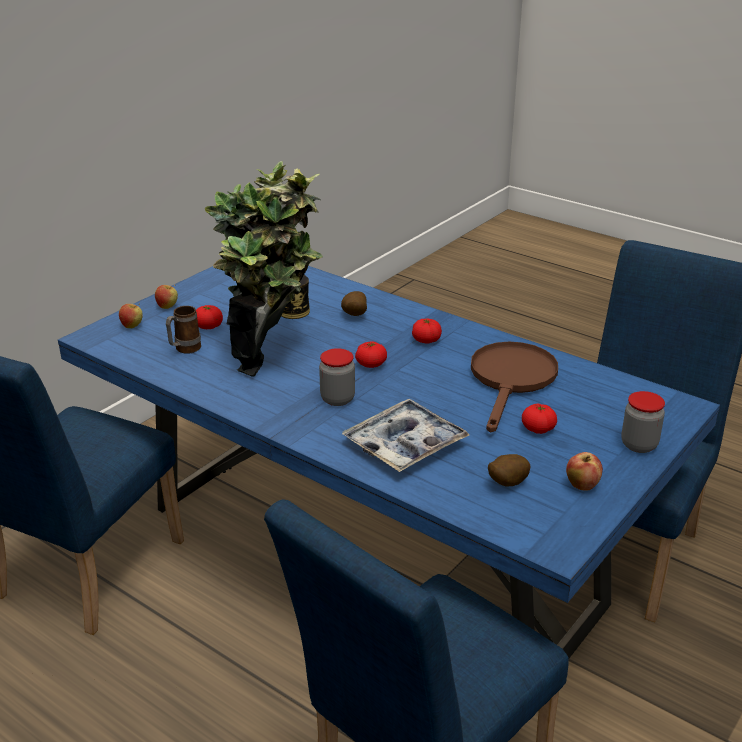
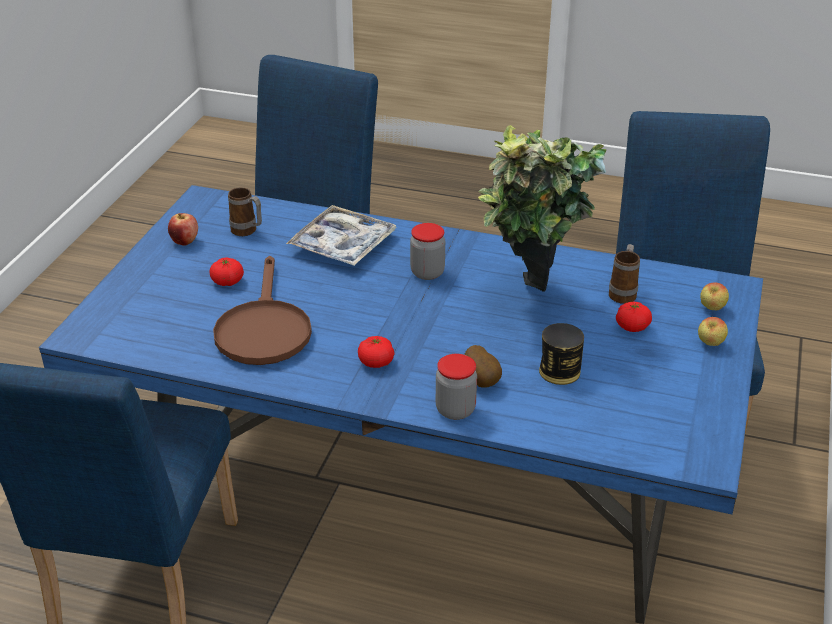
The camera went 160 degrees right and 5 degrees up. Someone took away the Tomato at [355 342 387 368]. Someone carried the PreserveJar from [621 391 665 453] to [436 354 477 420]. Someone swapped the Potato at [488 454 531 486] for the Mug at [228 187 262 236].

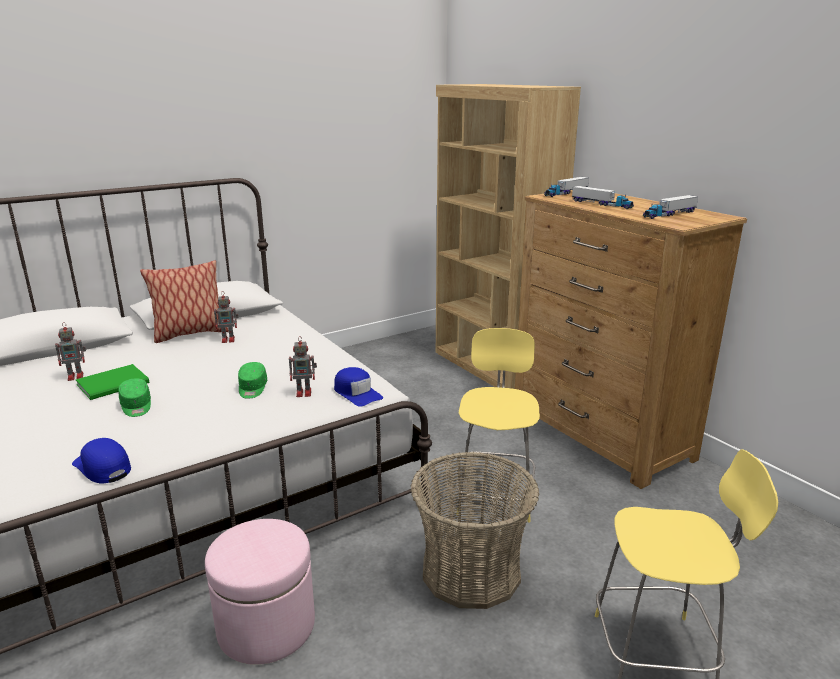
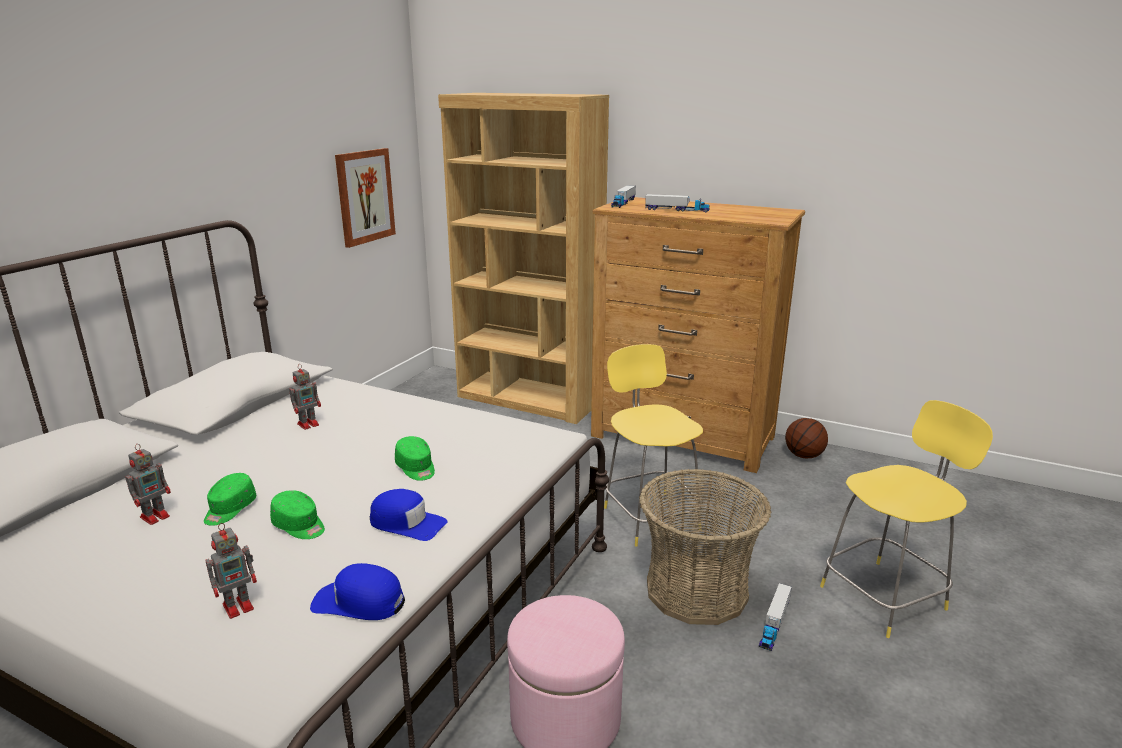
The camera went 30 degrees left and 0 degrees up. Someone carried the ToyLorry from [643 195 698 219] to [759 583 792 651]. Someone took away the ThrowPillow at [140 260 229 343]. Someone carried the ModelRobot from [289 336 317 397] to [205 523 257 619]. Someone swapped the GreenBook at [76 364 149 400] for the GreenBaseballCap at [204 473 257 526]. Someone carried the BlueBaseballCap from [334 367 383 407] to [370 489 448 541]. Someone put up the Picture at [335 148 396 248]. Someone put down the BasketballBall at [785 418 828 458].

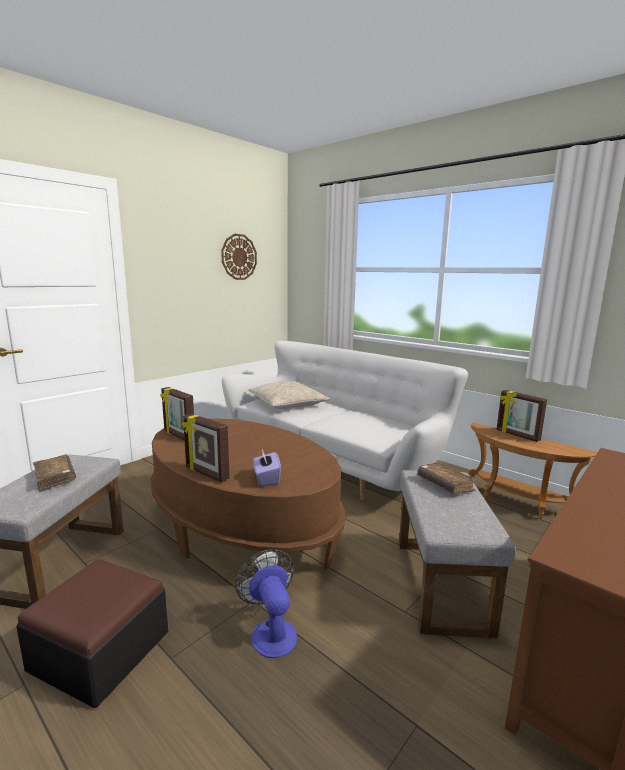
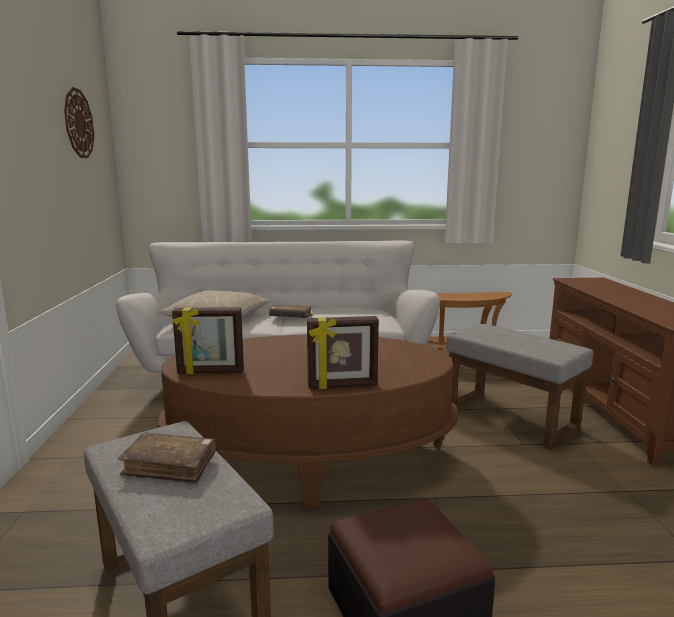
The camera went 45 degrees left and 0 degrees up. Someone took away the PictureFrame at [496 390 547 442]. Someone took away the PurplishTissueBox at [253 449 281 486]. Someone carried the BrownBook from [417 462 477 495] to [269 305 313 318]. Someone took away the CoolingFan at [235 549 297 658].

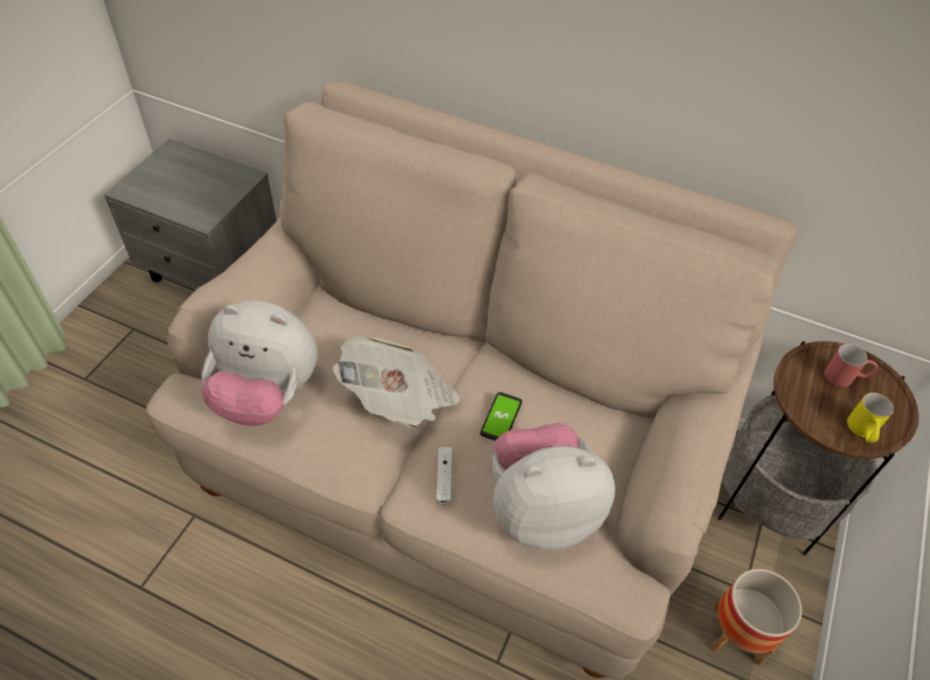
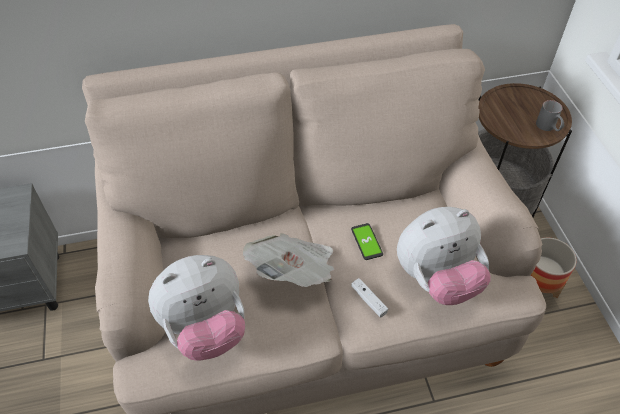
The camera went 35 degrees left and 0 degrees up. Someone took away the RedMug at [824 344 878 387]. Someone repainted the YellowColouredMug at [847 392 894 443], which became the GreyMug at [536 100 564 131]. Someone rotated the SoftToy at [492 423 615 550] by 150 degrees counterclockwise.

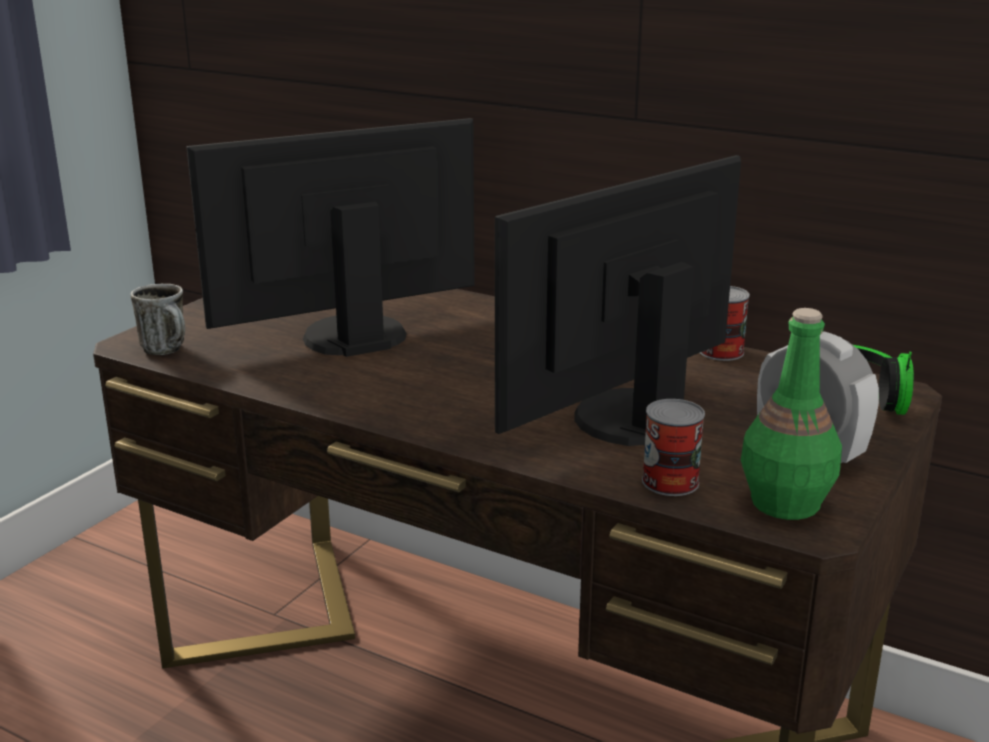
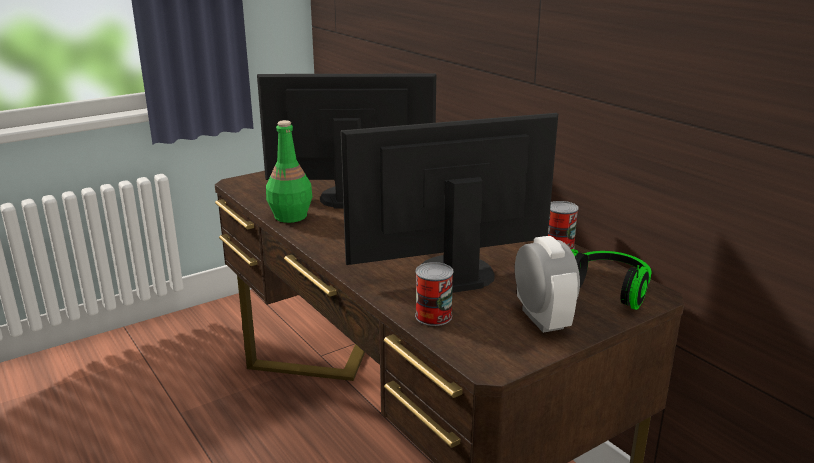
The camera went 25 degrees right and 0 degrees up. Someone took away the Mug at [131 284 185 355]. Someone carried the GreenDrinkBottle from [741 308 842 520] to [266 120 313 223].

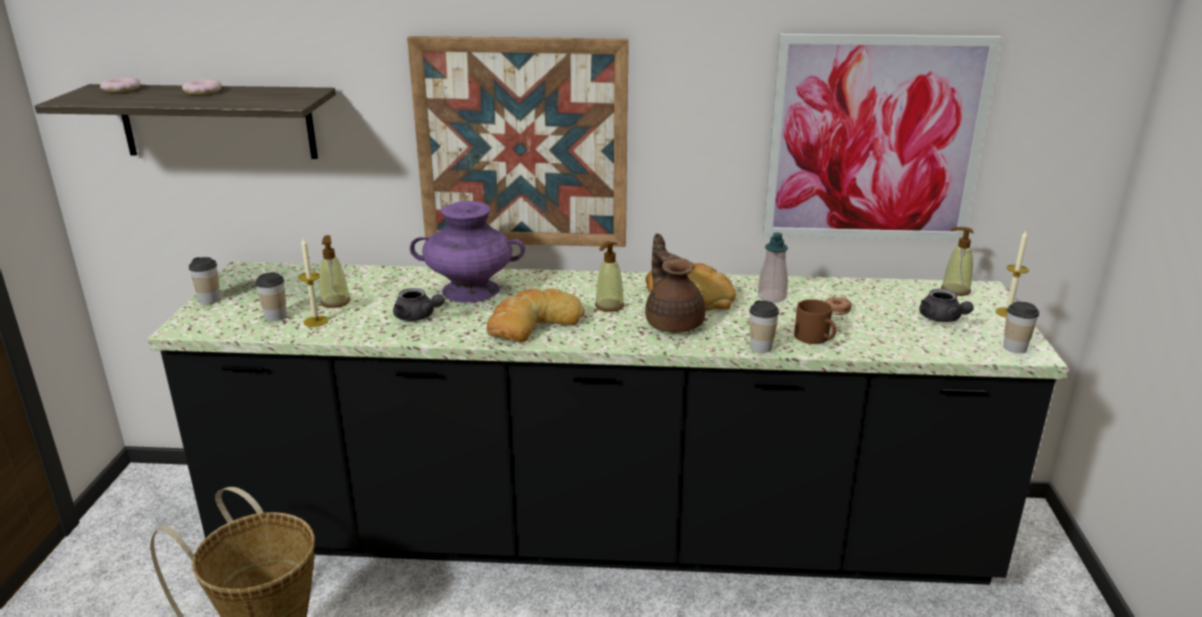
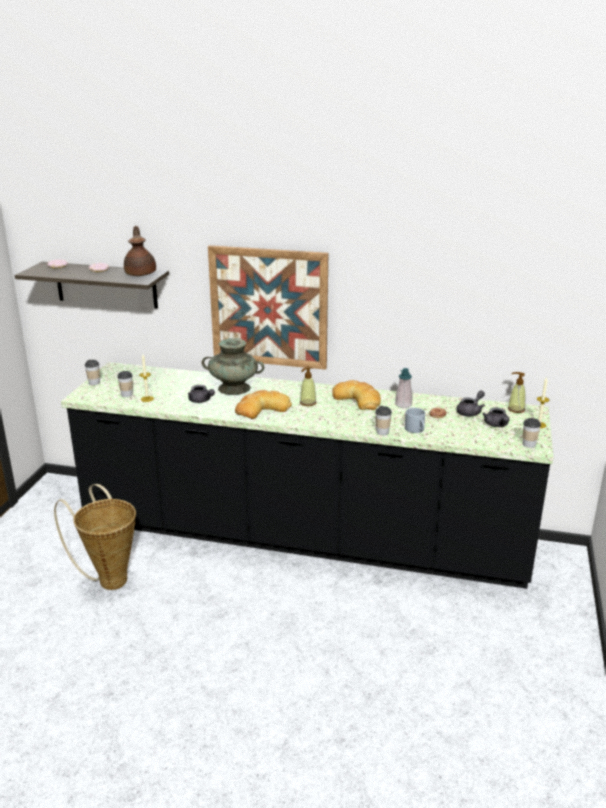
The camera went 10 degrees right and 0 degrees up. Someone took away the Picture at [763 34 1002 240]. Someone repainted the PurplishFlowerVase at [410 201 525 303], which became the TurquoiseFlowerVase at [202 338 264 395]. Someone carried the BrownPotForTea from [645 234 706 333] to [124 226 156 276]. Someone took away the LiquidSoapBottle at [319 235 351 308]. Someone repainted the BrownMug at [794 299 836 344], which became the GreyMug at [405 408 425 433]. Someone put down the GreyPotForTea at [456 391 485 416].

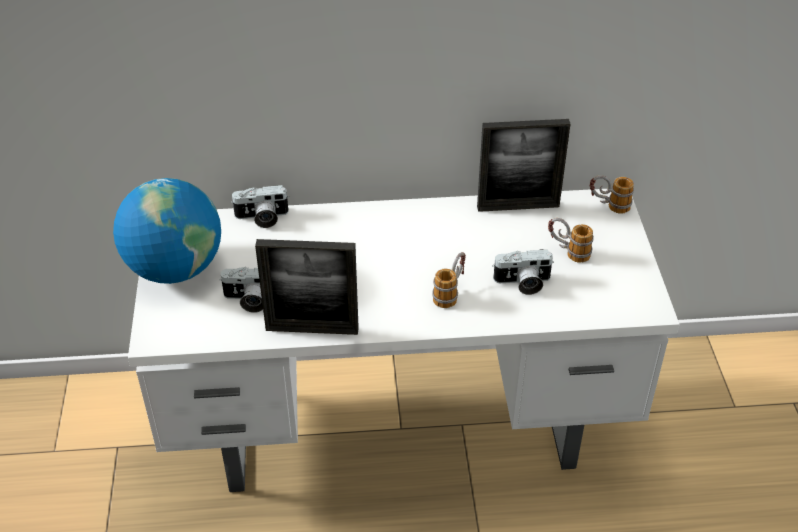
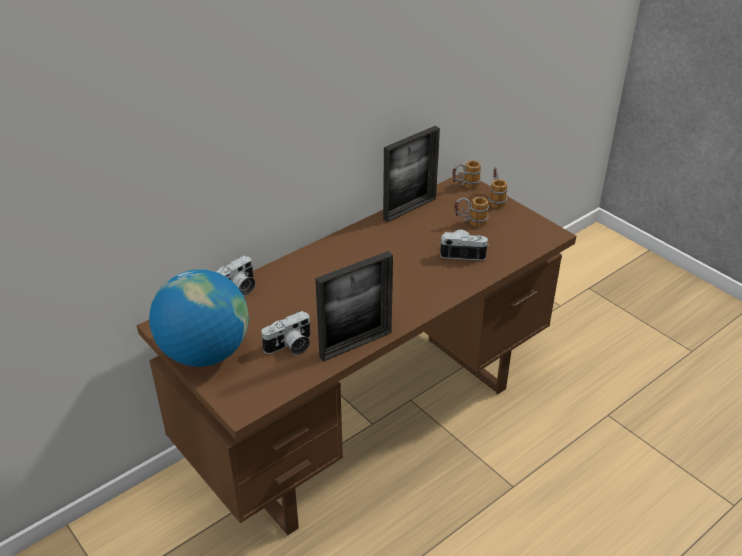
The camera went 35 degrees left and 5 degrees down. Someone repainted the WhiteColouredDeskTable at [128 189 680 492], which became the BrownDeskTable at [137 172 576 535]. Someone rotated the PhotoCamera at [492 249 554 295] by 135 degrees counterclockwise. Someone carried the Mug from [432 252 466 308] to [488 167 508 208].

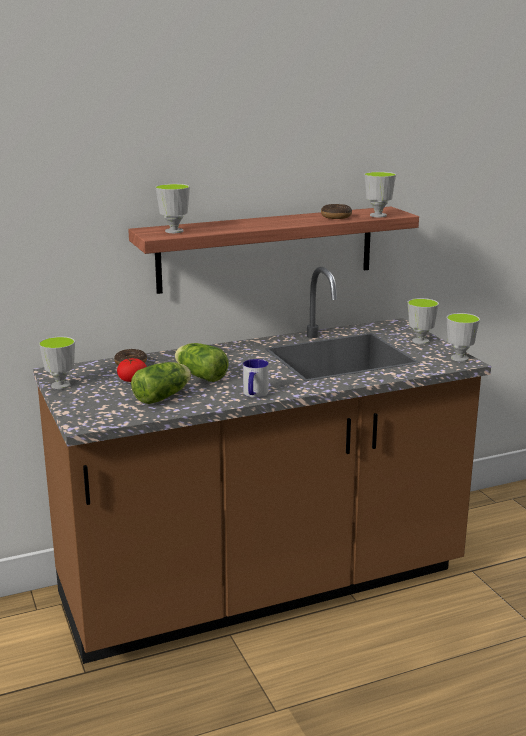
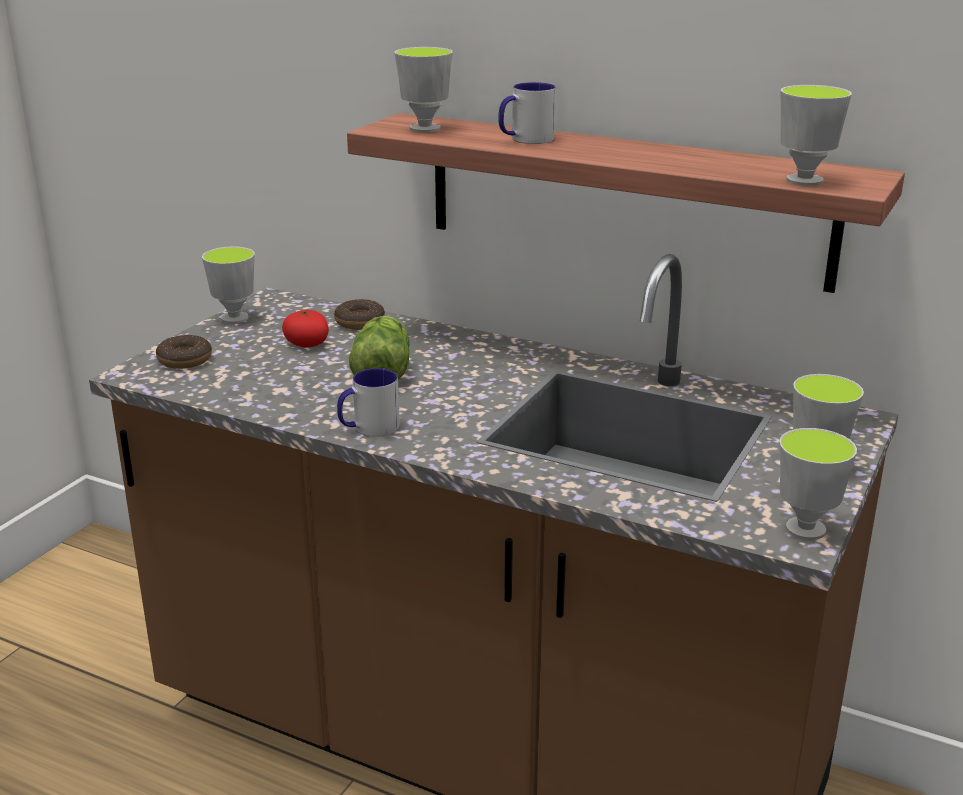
The camera went 50 degrees right and 5 degrees up. Someone carried the Donut from [321 204 352 219] to [156 335 212 369]. Someone took away the Lettuce at [131 362 191 404]. Someone put down the Mug at [498 82 556 144].

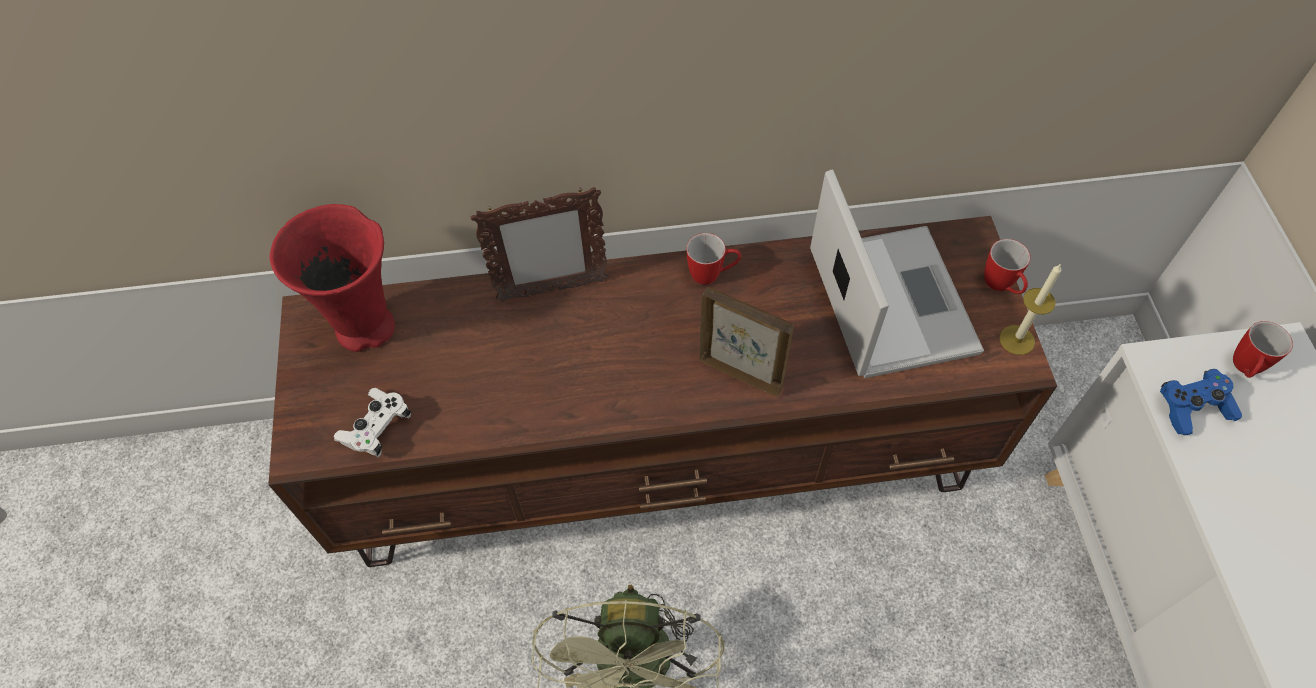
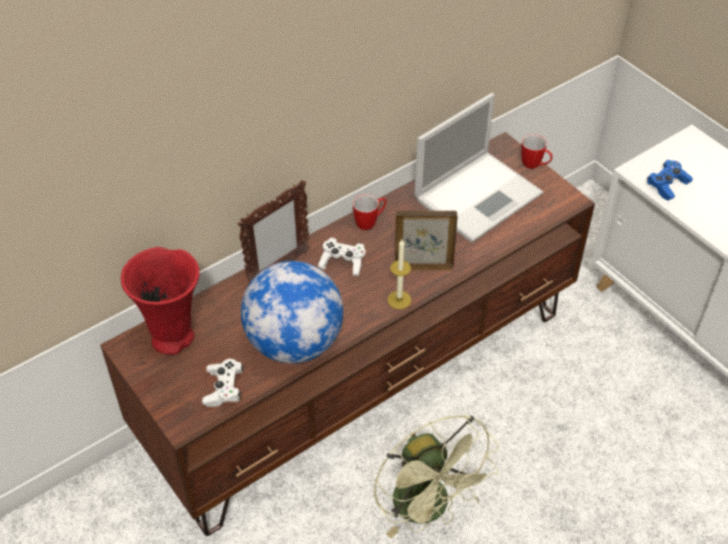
The camera went 30 degrees left and 10 degrees down. Someone rotated the PortableComputer at [810 169 984 378] by 90 degrees clockwise. Someone carried the WaxLight from [999 263 1061 355] to [388 240 411 309]. Someone took away the Mug at [1233 321 1293 378]. Someone put down the WhiteColouredJoypad at [318 238 366 276]. Someone put down the Globe at [241 261 343 363].

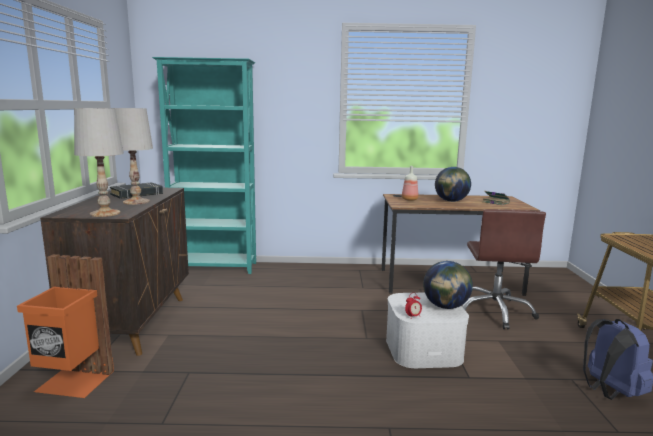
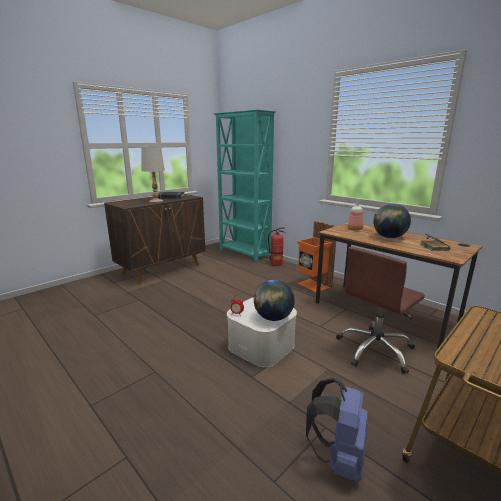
The camera went 45 degrees right and 5 degrees up. Someone took away the WhiteColouredLampForATable at [74 108 124 217]. Someone carried the OrangeColouredWasteBin from [17 254 114 398] to [297 221 336 292]. Someone put down the FireFightingCylinder at [268 227 286 266].

